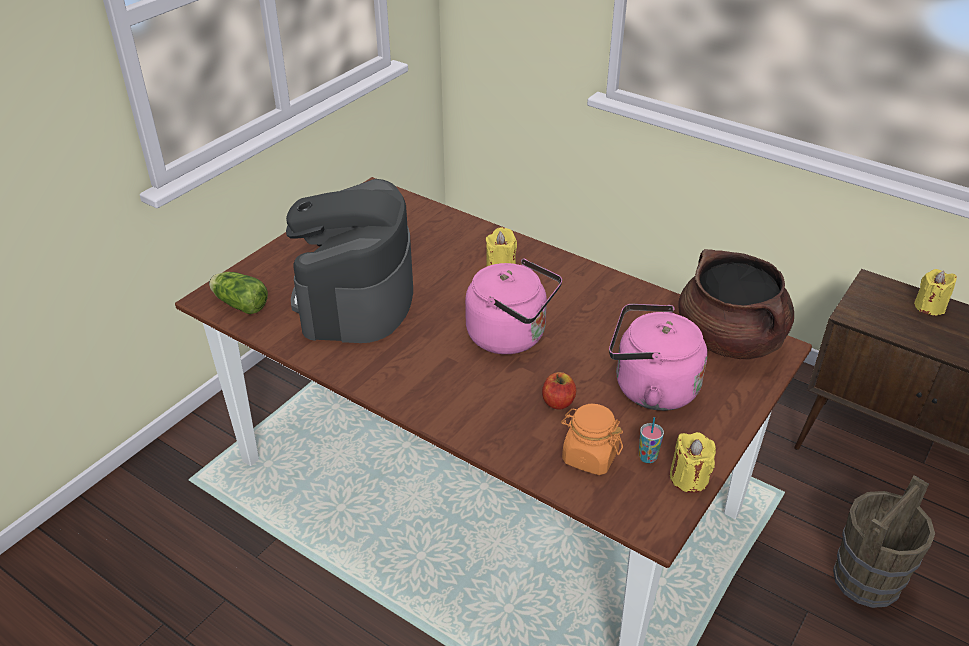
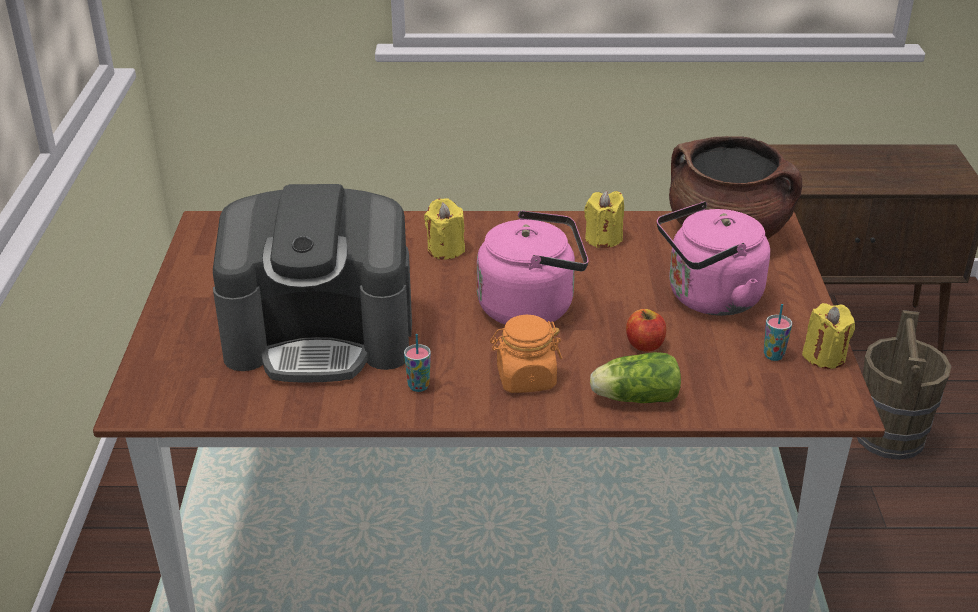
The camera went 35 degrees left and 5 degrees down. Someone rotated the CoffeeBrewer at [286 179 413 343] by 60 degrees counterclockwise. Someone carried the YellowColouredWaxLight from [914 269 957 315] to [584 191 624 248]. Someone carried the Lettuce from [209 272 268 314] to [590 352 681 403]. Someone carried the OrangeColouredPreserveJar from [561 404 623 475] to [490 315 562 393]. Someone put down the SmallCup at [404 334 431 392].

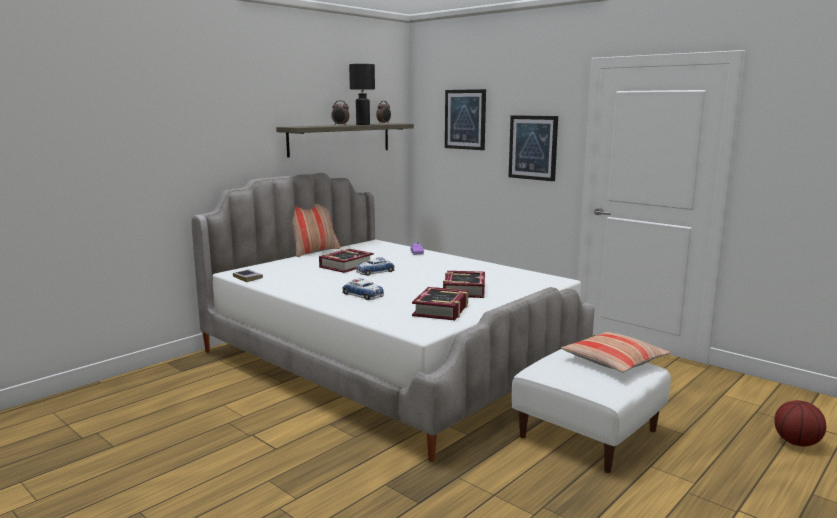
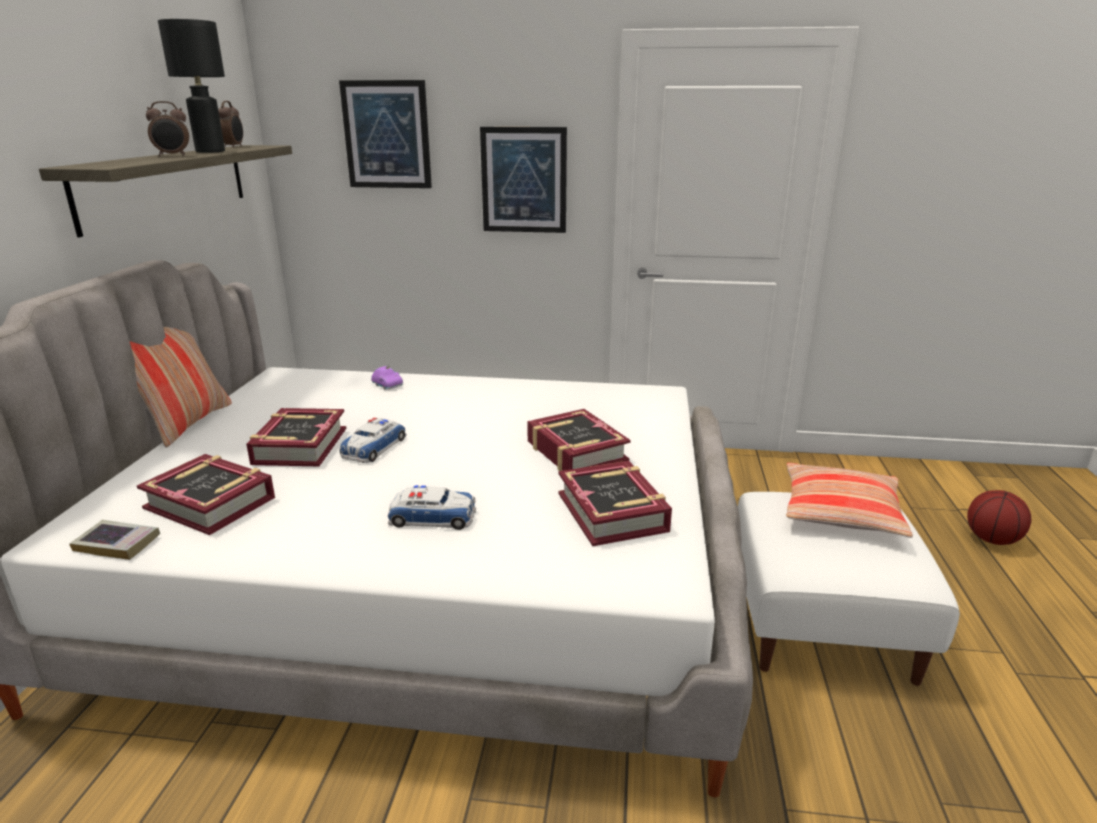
The camera went 35 degrees left and 10 degrees up. Someone put down the Book at [137 454 275 535].

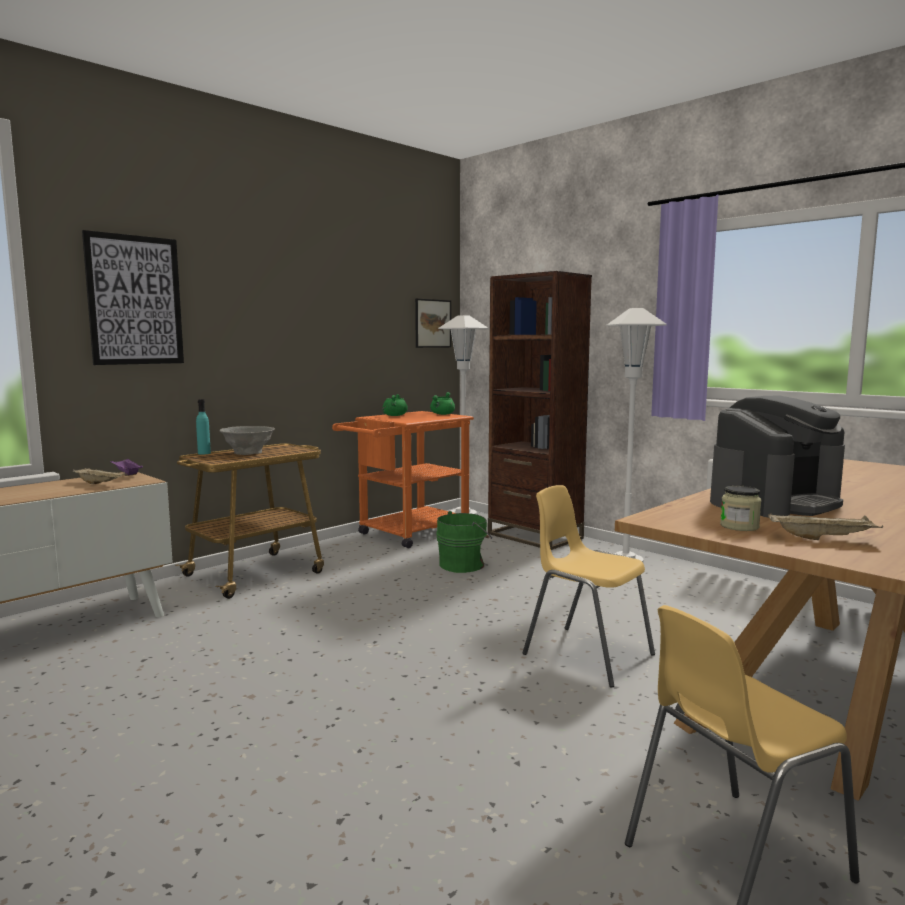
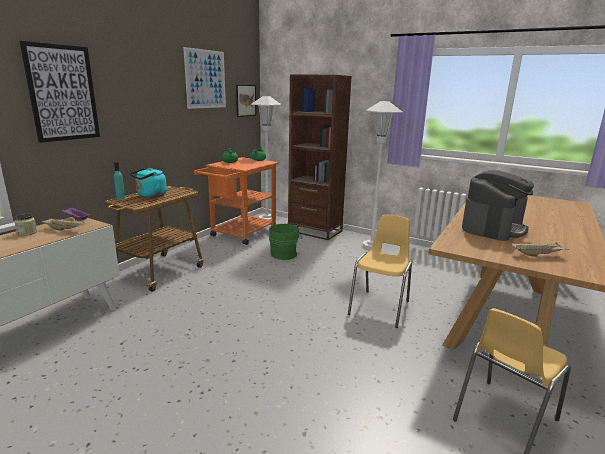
The camera went 15 degrees left and 10 degrees up. Someone swapped the GreyDeepDish at [219 426 275 455] for the TurquoiseWaterKettle at [129 168 167 198]. Someone rotated the YellowColouredPlainChair at [523 485 655 688] by 90 degrees clockwise. Someone carried the PreserveJar from [720 485 761 531] to [14 214 37 236]. Someone put up the Picture at [183 47 226 109].

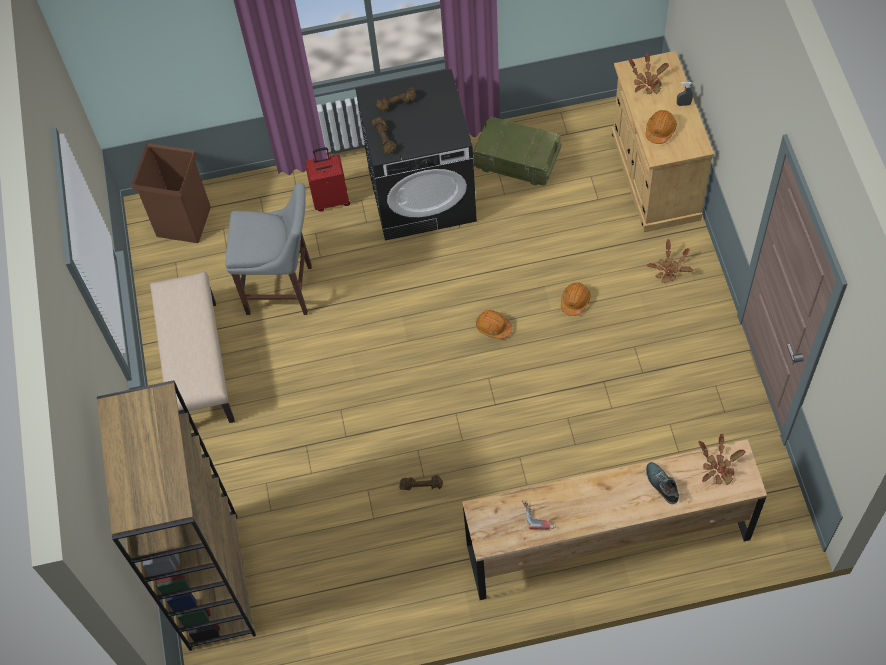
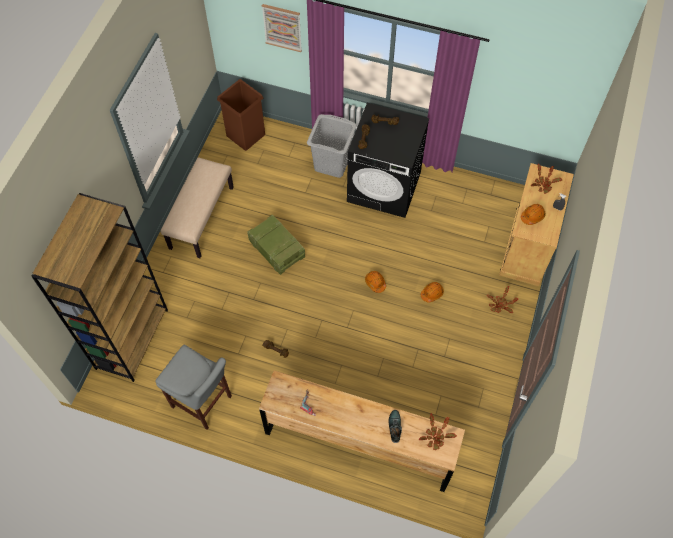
The camera went 25 degrees right and 0 degrees up. Someone carried the Crate from [473 117 561 186] to [247 215 305 275]. Someone swapped the RedPieceOfLuggage at [305 147 350 211] for the GreyWashingBasket at [307 114 357 178]. Someone carried the GreySittingStool from [225 183 312 315] to [156 345 232 430]. Someone put up the Picture at [262 4 302 52].

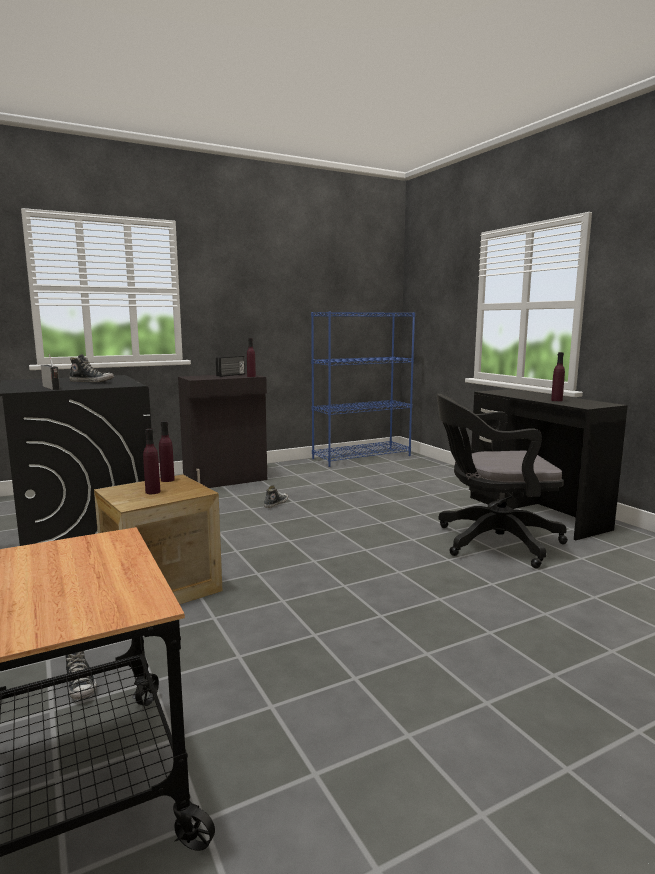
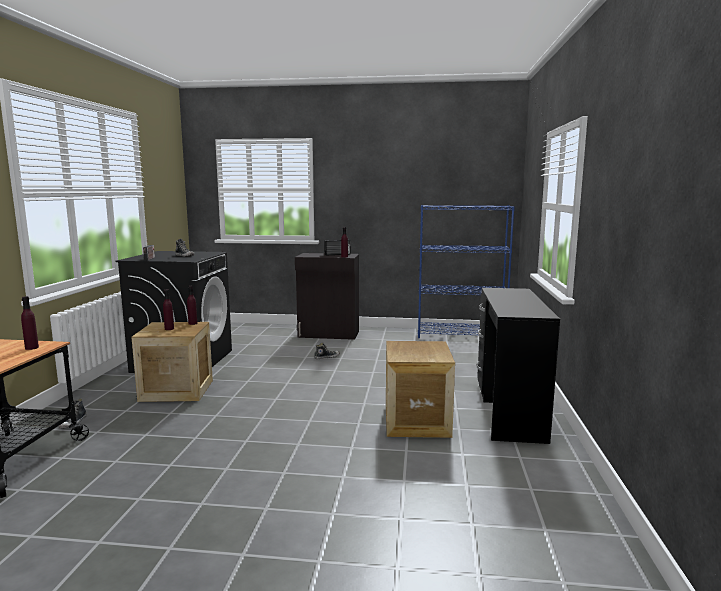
The camera went 35 degrees right and 0 degrees up. Someone carried the PurplishDrinkBottle from [551 352 565 401] to [21 296 39 350]. Someone swapped the BlackDeskChair at [437 394 568 568] for the Crate at [386 341 455 438].

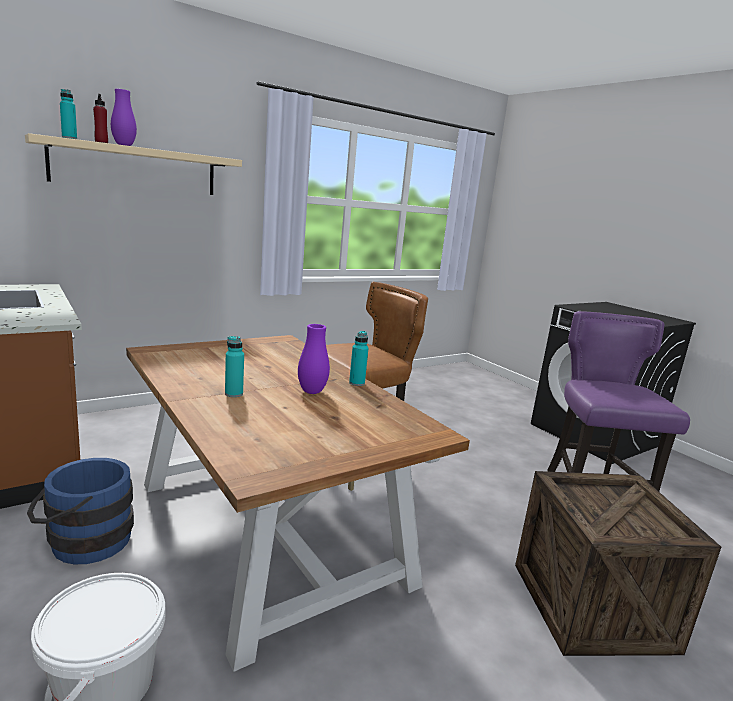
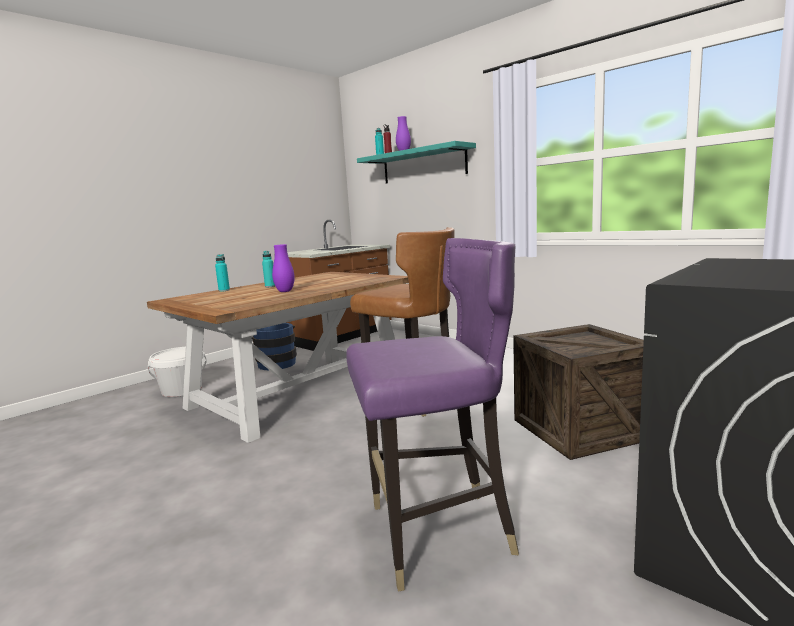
The camera went 80 degrees right and 5 degrees down. Someone repainted the BeigeShelf at [25 133 242 195], which became the TurquoiseShelf at [357 141 476 184]. Someone carried the TurquoiseDrinkBottle from [349 331 368 386] to [215 254 230 292]. Someone carried the Crate from [515 471 721 656] to [513 324 644 460].

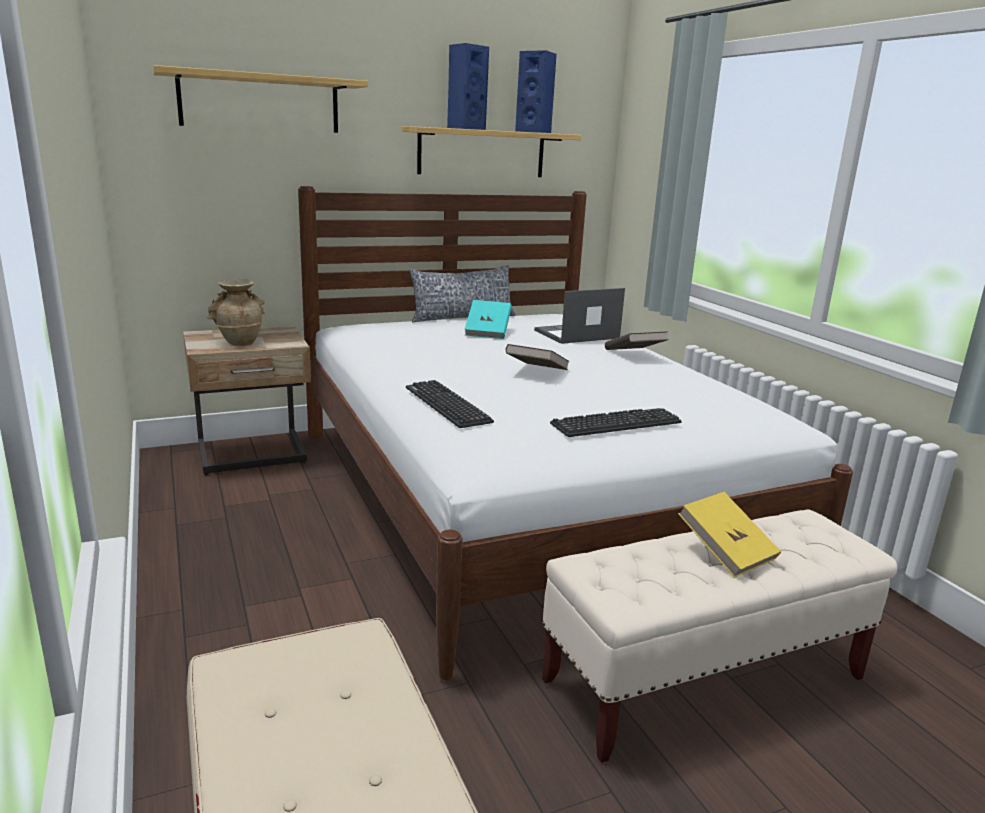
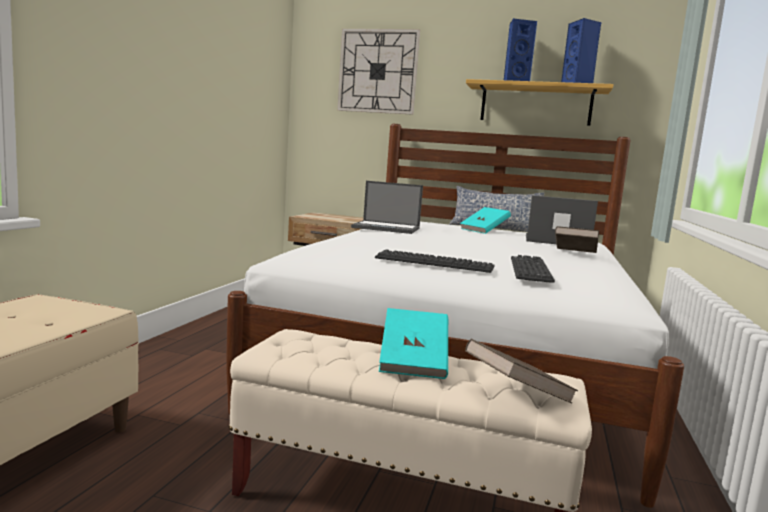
The camera went 40 degrees right and 10 degrees down. Someone swapped the Shelf at [153 65 368 133] for the ClockOnTheWall at [337 29 420 115]. Someone took away the BeigeFlowerVase at [207 279 265 346]. Someone carried the BrownBook from [506 344 570 370] to [465 339 578 403]. Someone carried the PcKeyboard from [406 380 494 428] to [511 255 555 283]. Someone repainted the YellowColouredBook at [678 492 781 578], which became the TurquoiseBook at [379 308 448 379]. Someone put down the PortableComputer at [351 181 423 234].

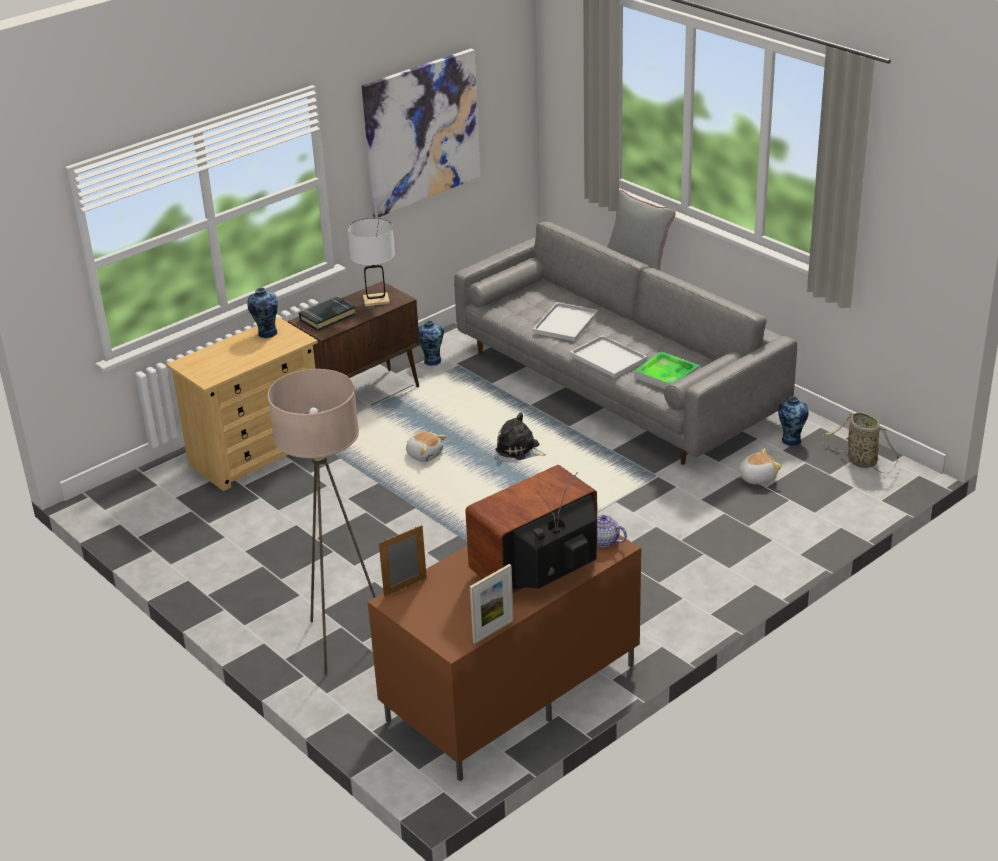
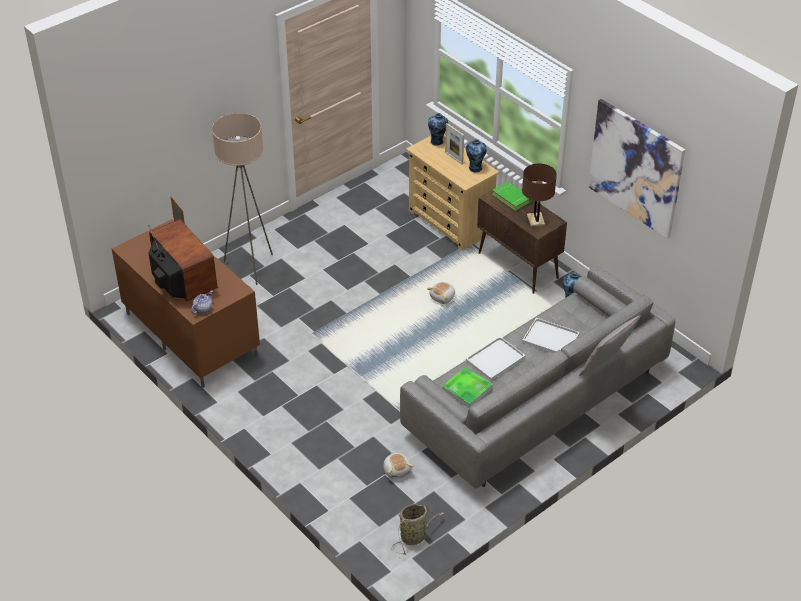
The camera went 90 degrees right and 10 degrees up. Someone repainted the WhiteColouredLampForATable at [347 218 395 307], which became the BrownLampForATable at [522 164 557 227]. Someone repainted the BlackBook at [299 296 356 331], which became the GreenBook at [492 182 531 211]. Someone carried the FlowerVase from [778 396 809 446] to [428 113 448 146]. Someone took away the SoftToy at [495 413 546 460]. Someone carried the PictureFrame from [470 564 514 644] to [445 123 464 164].

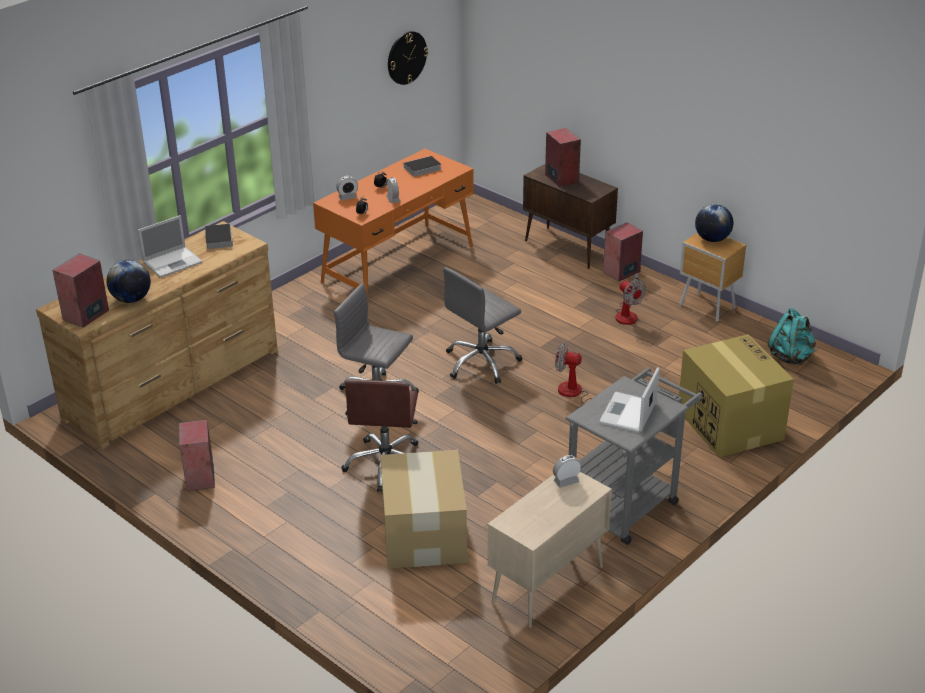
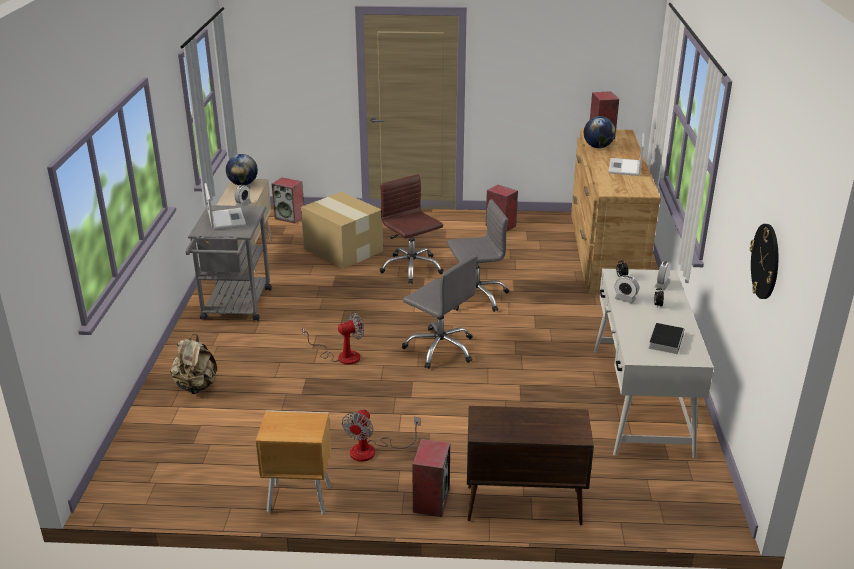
The camera went 140 degrees right and 5 degrees down. Someone carried the Loudspeaker from [545 128 581 187] to [272 177 304 223]. Someone repainted the OrangeColouredDeskTable at [313 149 474 298], which became the WhiteColouredDeskTable at [594 269 714 458]. Someone carried the Globe from [695 204 733 242] to [226 154 258 185]. Someone took away the Book at [205 224 233 249]. Someone rotated the GreyDeskChair at [443 267 522 384] by 120 degrees clockwise. Someone rotated the CoolingFan at [615 273 646 325] by 90 degrees counterclockwise. Someone took away the TurquoiseBackpack at [768 308 816 365]. Someone swapped the CardboardBox at [679 334 794 457] for the BeigeBackpack at [170 334 217 394].

